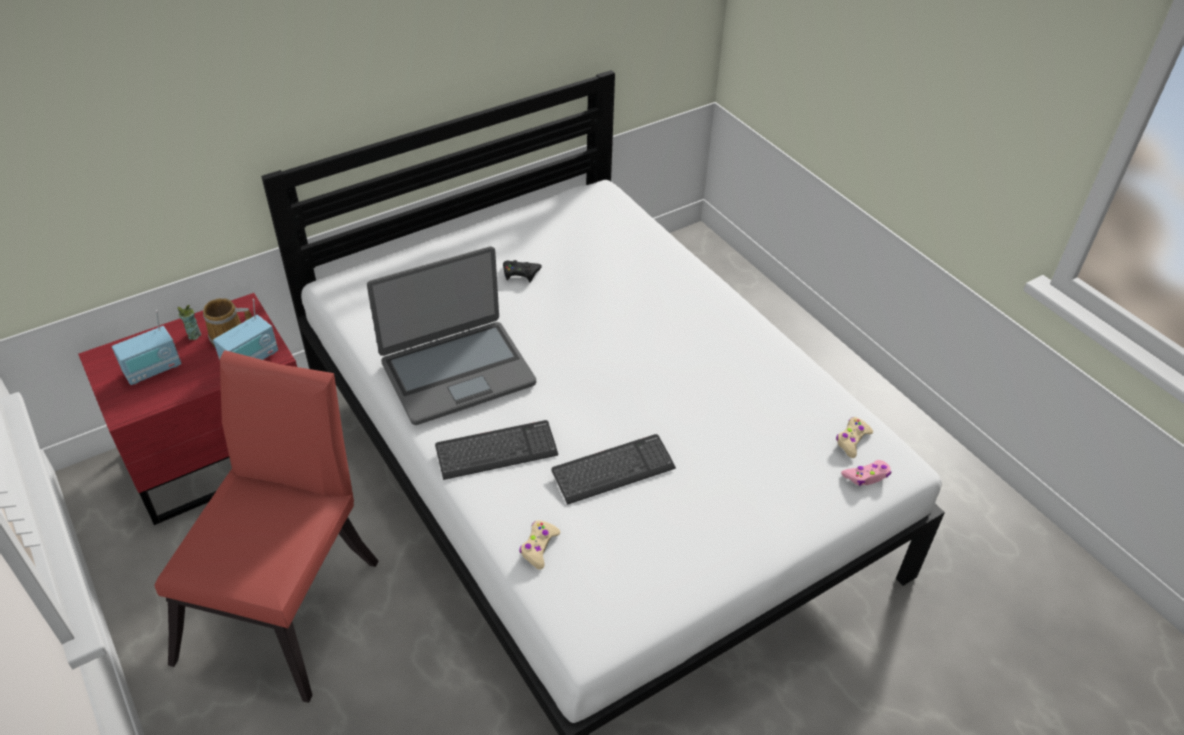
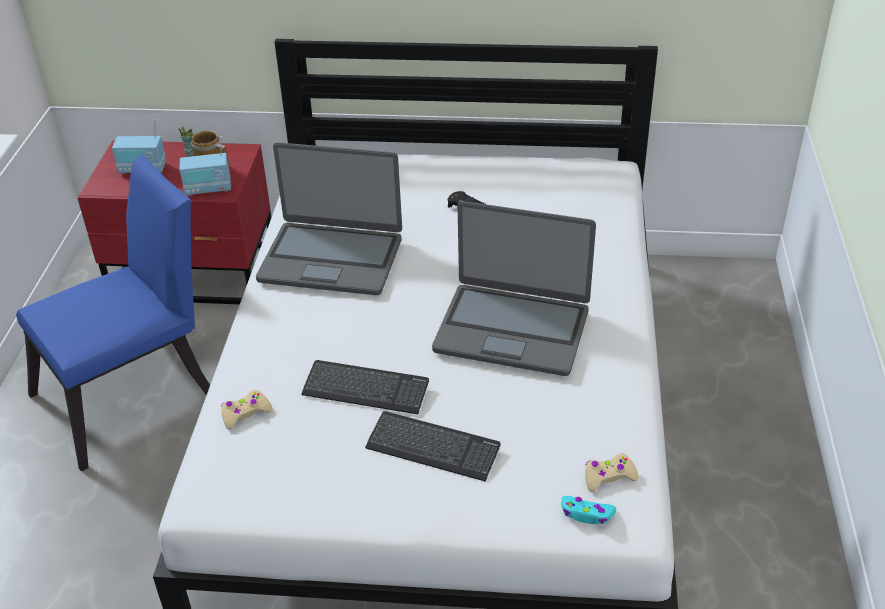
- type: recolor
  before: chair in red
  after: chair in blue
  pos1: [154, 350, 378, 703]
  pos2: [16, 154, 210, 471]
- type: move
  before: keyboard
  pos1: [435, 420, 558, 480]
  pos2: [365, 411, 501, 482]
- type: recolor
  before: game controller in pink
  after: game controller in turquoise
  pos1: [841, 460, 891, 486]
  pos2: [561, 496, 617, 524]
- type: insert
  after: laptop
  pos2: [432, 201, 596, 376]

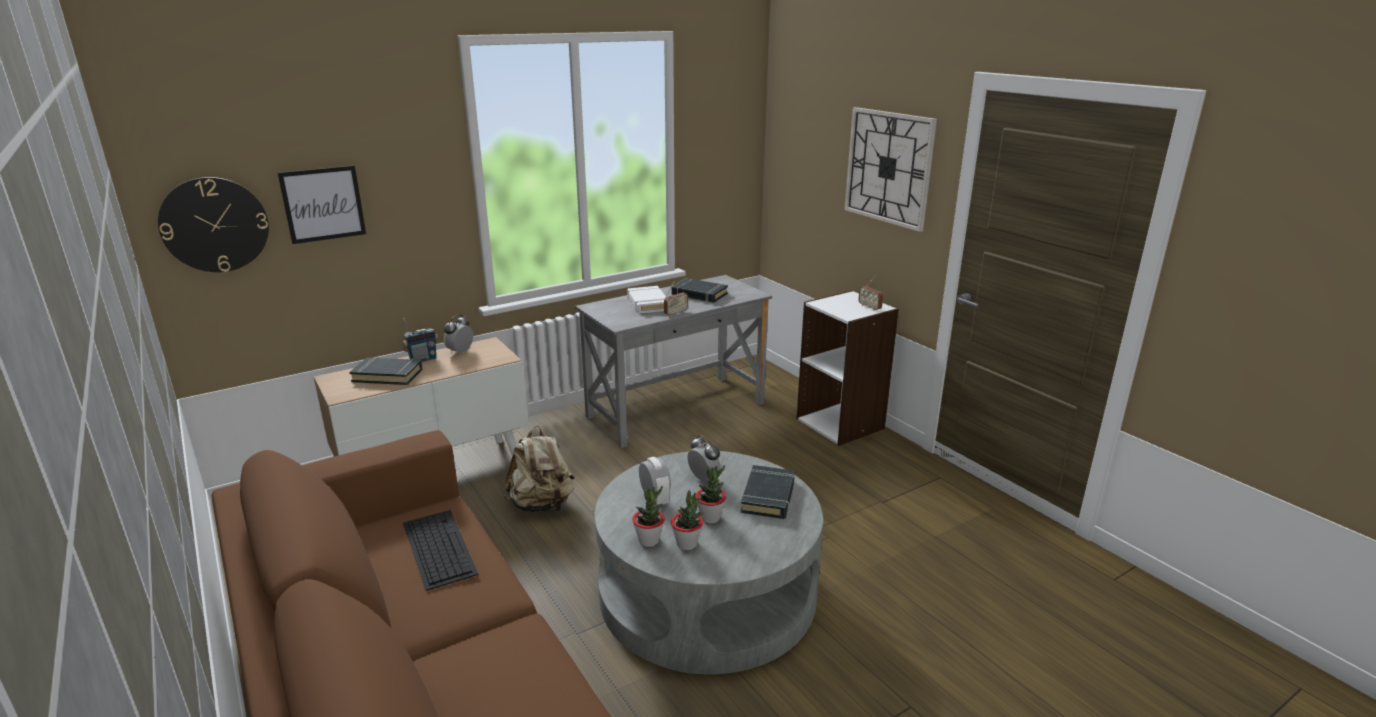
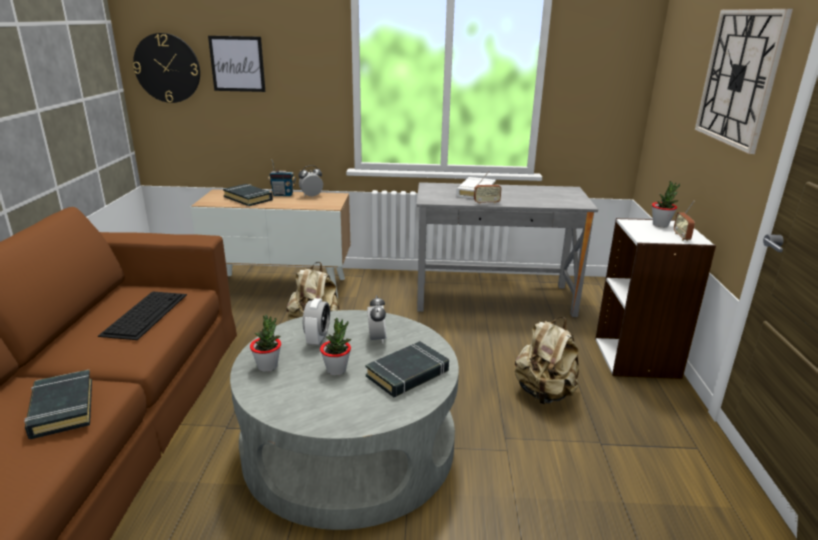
- type: move
  before: book in black
  pos1: [672, 278, 728, 303]
  pos2: [24, 370, 92, 439]
- type: move
  before: potted plant
  pos1: [671, 490, 704, 550]
  pos2: [652, 181, 680, 227]
- type: insert
  after: backpack in beige
  pos2: [515, 317, 579, 404]

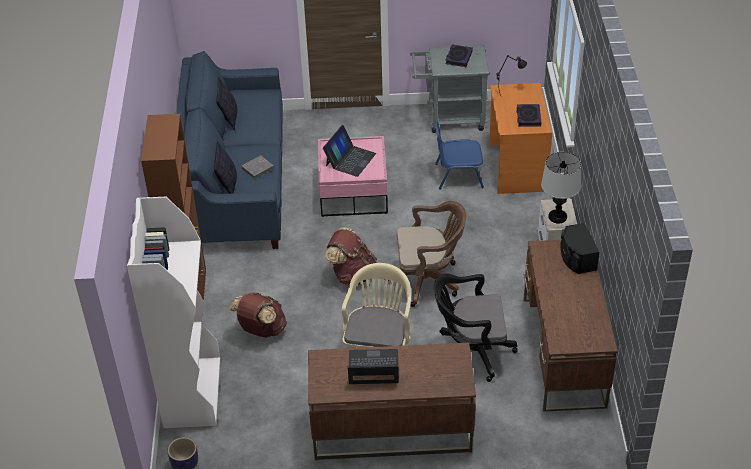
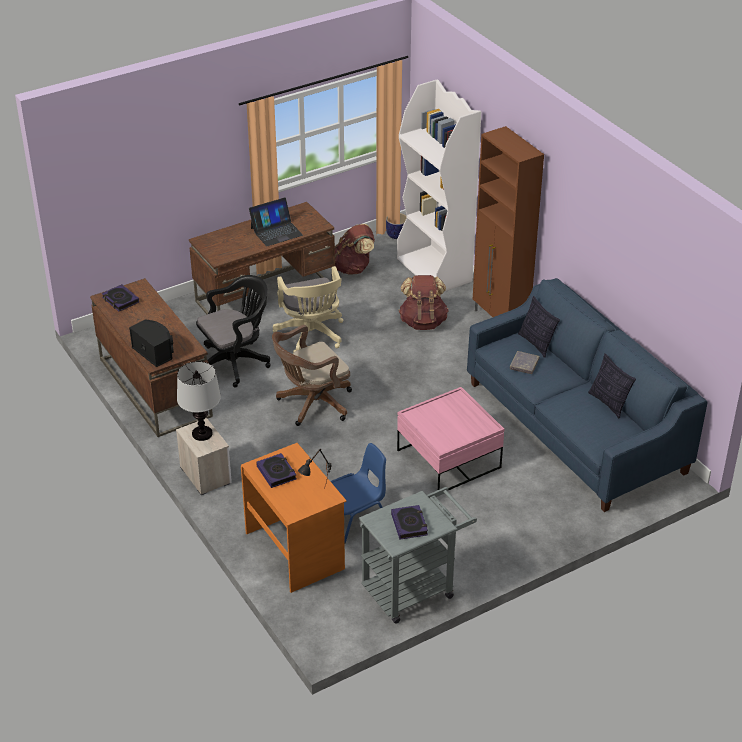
- type: delete
  before: laptop
  pos1: [323, 125, 376, 177]
- type: move
  before: backpack in brown
  pos1: [325, 228, 377, 285]
  pos2: [335, 224, 375, 274]
- type: insert
  after: book
  pos2: [102, 284, 139, 311]

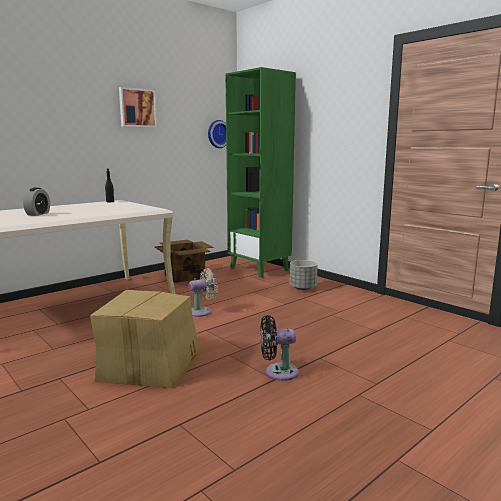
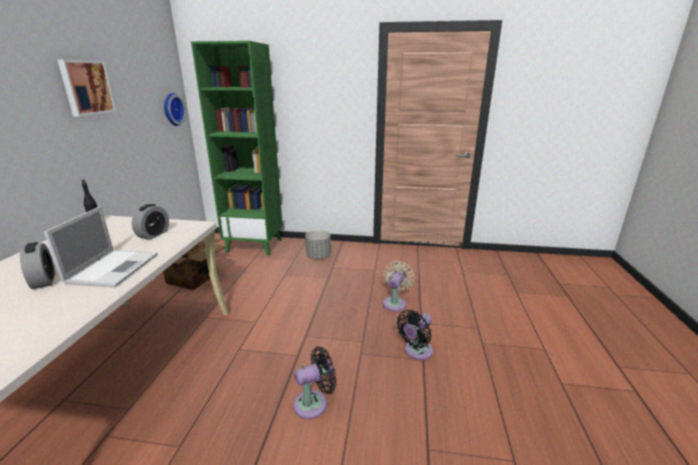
- type: move
  before: fan in beige
  pos1: [189, 268, 218, 317]
  pos2: [383, 261, 415, 311]
- type: replace
  before: cardboard box
  after: fan in black
  pos1: [90, 290, 201, 388]
  pos2: [293, 347, 336, 419]
- type: insert
  after: alarm clock
  pos2: [132, 204, 169, 240]
- type: insert
  after: laptop
  pos2: [44, 206, 157, 287]

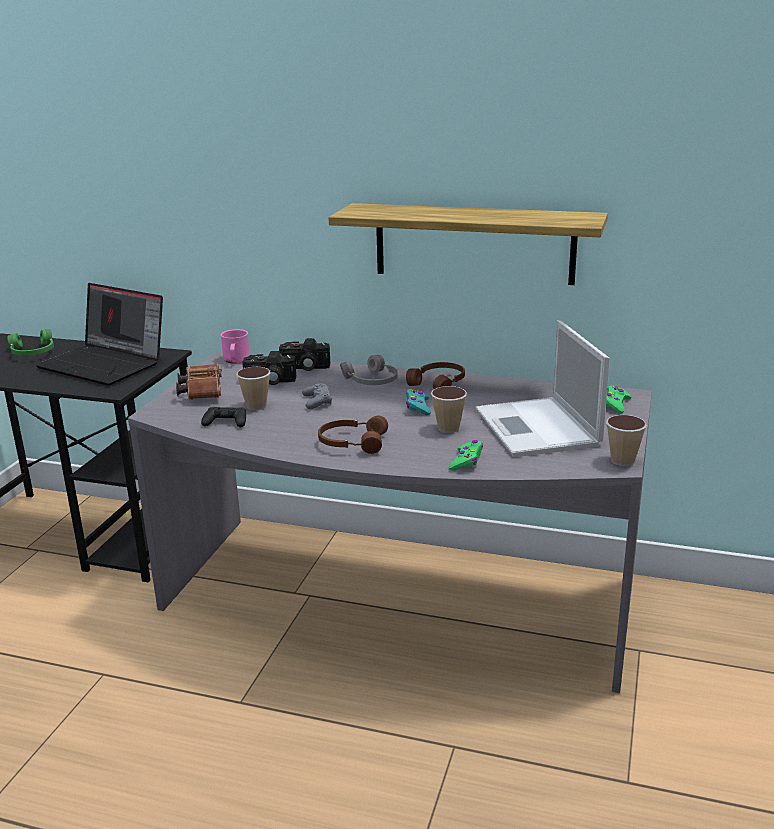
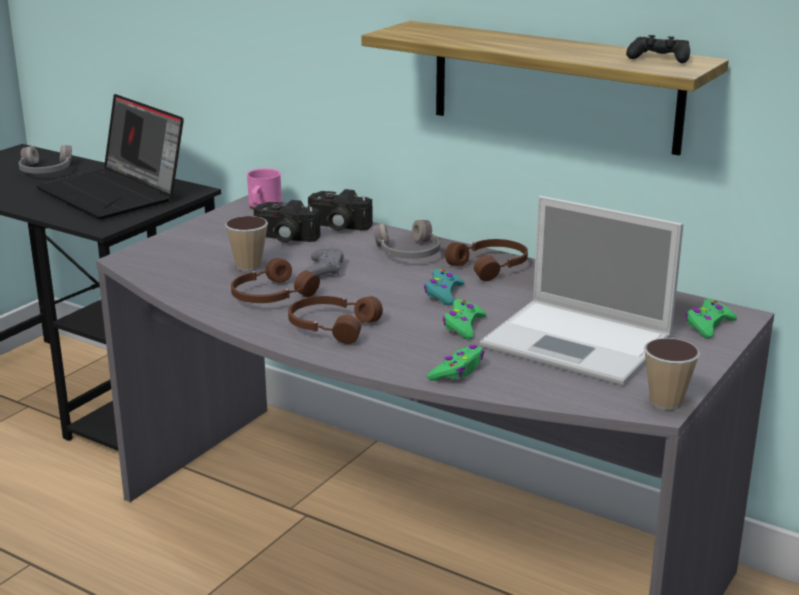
- type: rotate
  before: laptop
  pos1: [475, 320, 610, 457]
  pos2: [480, 196, 683, 386]
  turn: -60
- type: recolor
  before: headphones in green
  after: headphones in grey
  pos1: [7, 329, 54, 356]
  pos2: [19, 145, 72, 174]
- type: delete
  before: binoculars in brown
  pos1: [176, 364, 222, 400]
- type: replace
  before: cup
  after: game controller in green
  pos1: [431, 386, 467, 433]
  pos2: [443, 299, 486, 339]
- type: move
  before: game controller in black
  pos1: [201, 407, 246, 427]
  pos2: [626, 35, 690, 63]
- type: insert
  after: headphones in brown
  pos2: [231, 258, 320, 303]

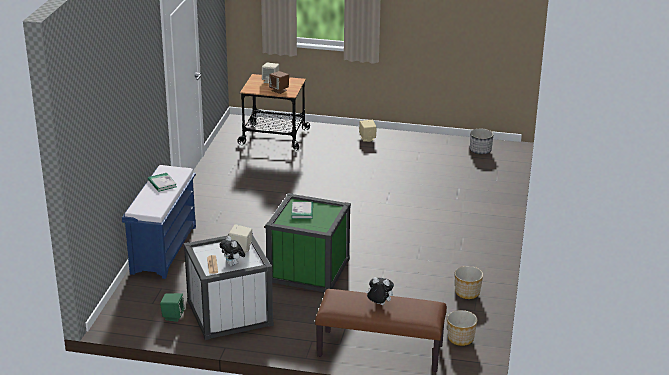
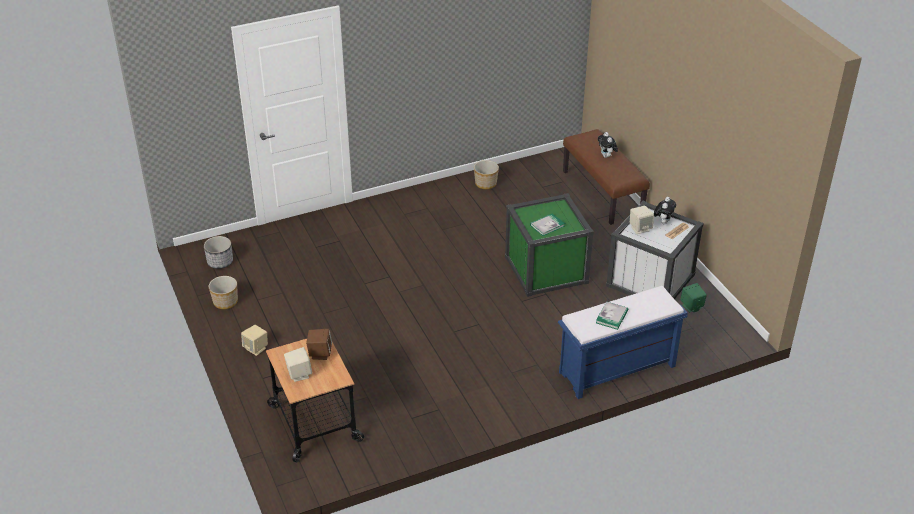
- type: move
  before: planter
  pos1: [447, 310, 477, 346]
  pos2: [209, 276, 238, 309]

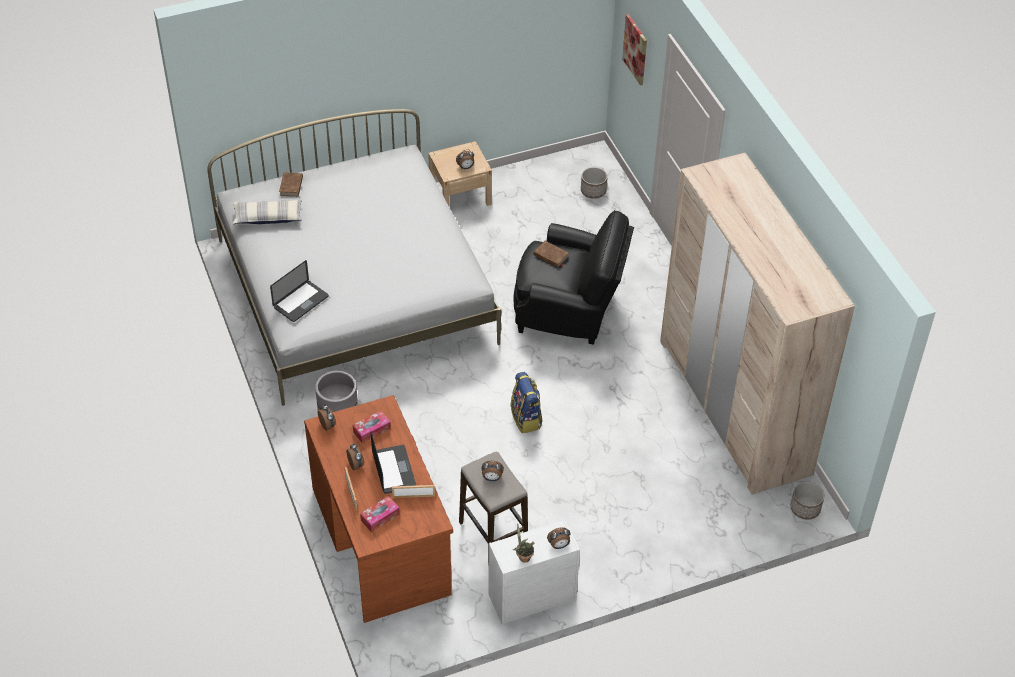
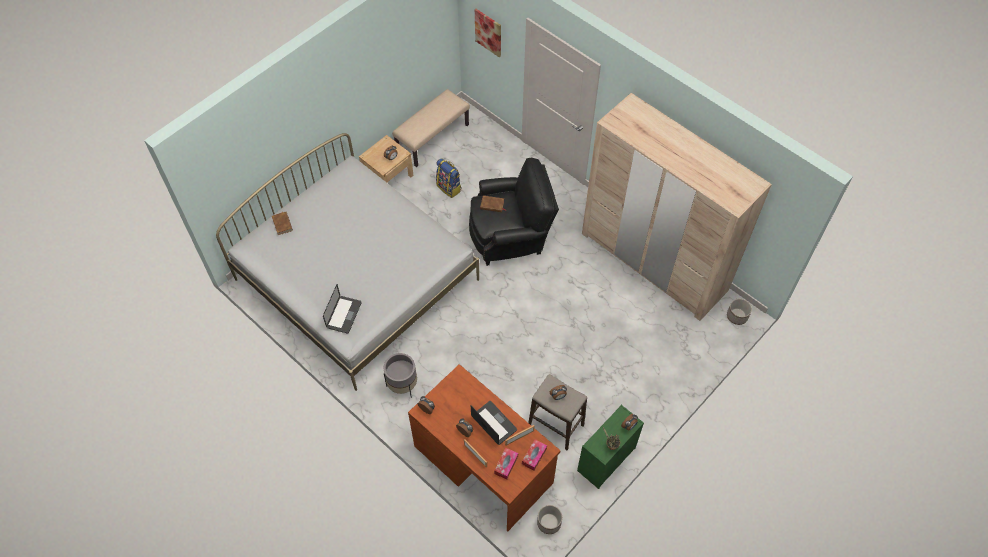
- type: move
  before: planter
  pos1: [581, 167, 608, 199]
  pos2: [537, 505, 562, 534]
- type: delete
  before: pillow
  pos1: [232, 199, 302, 224]
- type: move
  before: backpack
  pos1: [511, 372, 542, 433]
  pos2: [436, 158, 461, 198]
- type: move
  before: tissue box
  pos1: [353, 411, 391, 443]
  pos2: [522, 439, 547, 471]
- type: recolor
  before: dresser in white
  after: dresser in green
  pos1: [488, 519, 580, 625]
  pos2: [577, 405, 644, 489]
- type: insert
  after: bench in beige
  pos2: [392, 89, 470, 167]

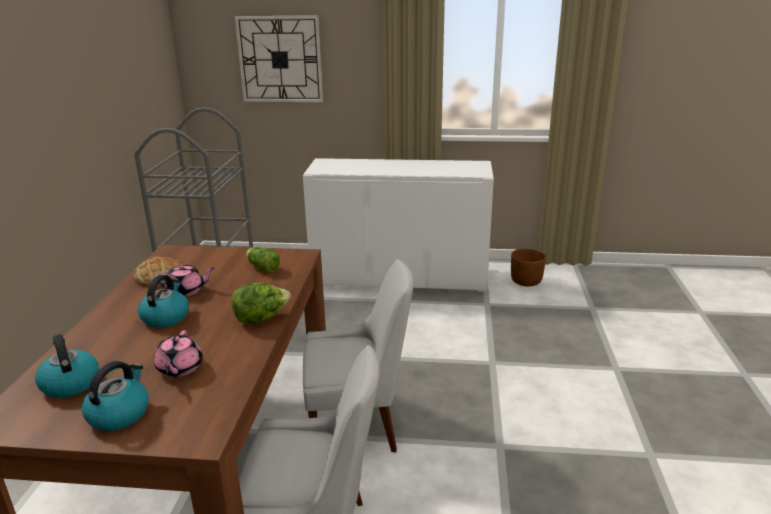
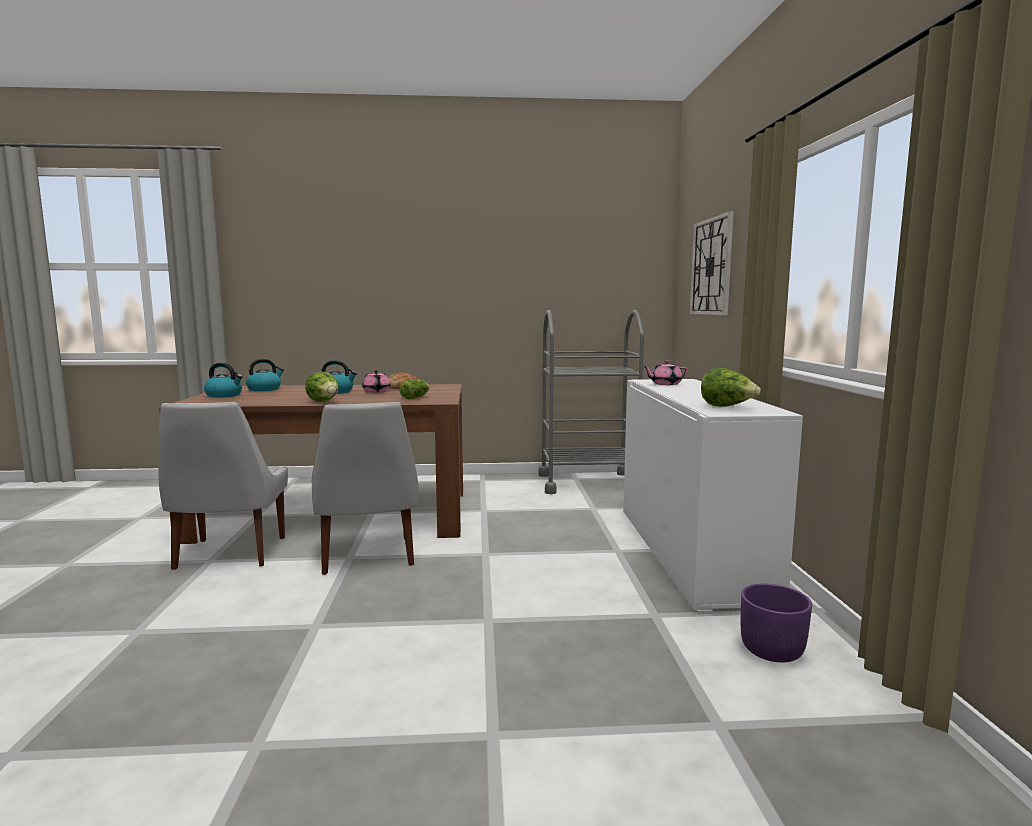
- type: recolor
  before: planter in brown
  after: planter in purple
  pos1: [511, 248, 546, 287]
  pos2: [741, 583, 812, 662]
- type: move
  before: teapot in pink
  pos1: [154, 330, 203, 377]
  pos2: [643, 360, 688, 385]
- type: insert
  after: lettuce
  pos2: [701, 368, 761, 407]

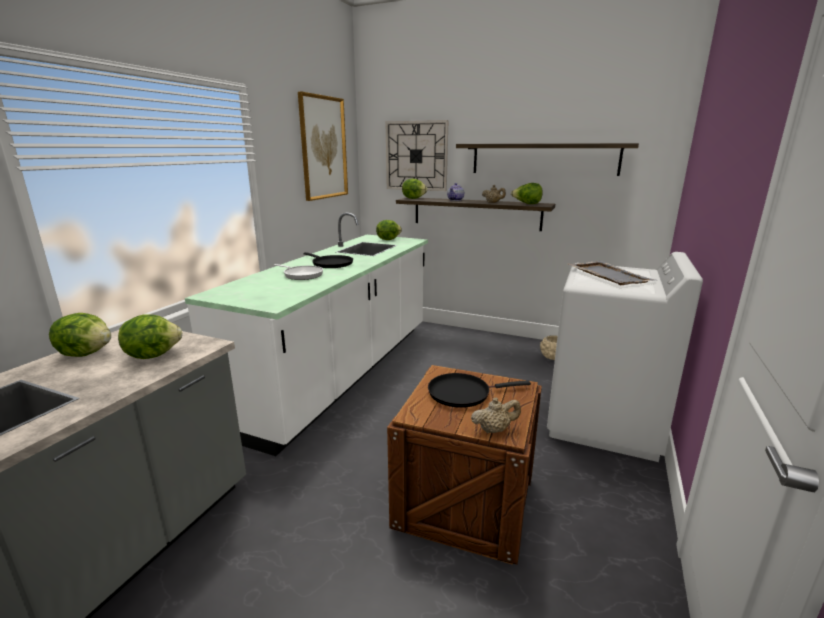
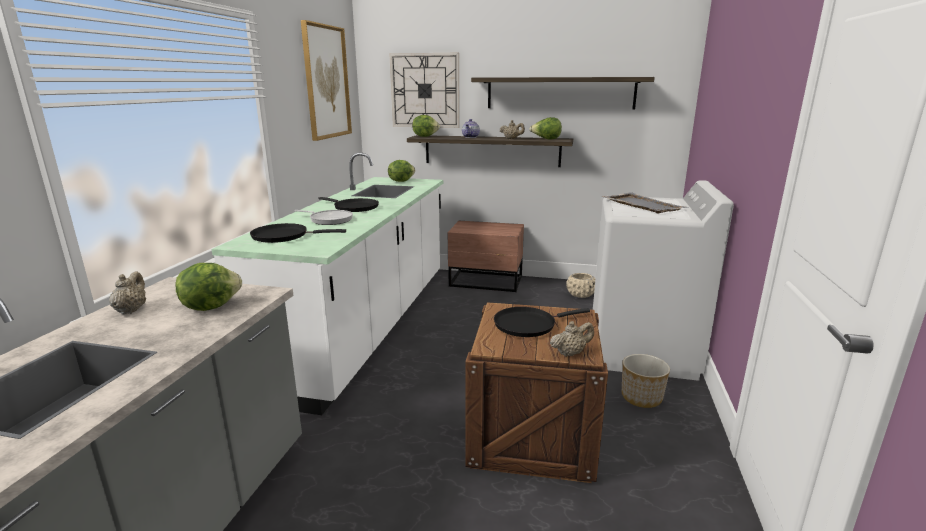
- type: replace
  before: lettuce
  after: teapot in beige
  pos1: [49, 313, 111, 357]
  pos2: [109, 272, 146, 314]
- type: insert
  after: nightstand in brown
  pos2: [448, 221, 524, 292]
- type: insert
  after: frying pan in black
  pos2: [250, 223, 346, 243]
- type: insert
  after: planter
  pos2: [622, 354, 670, 408]

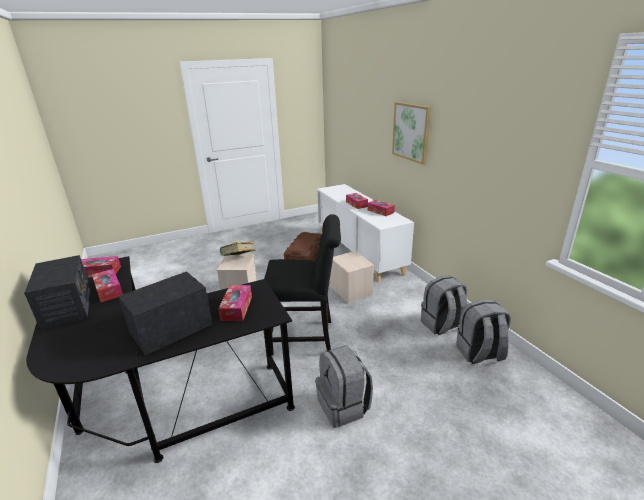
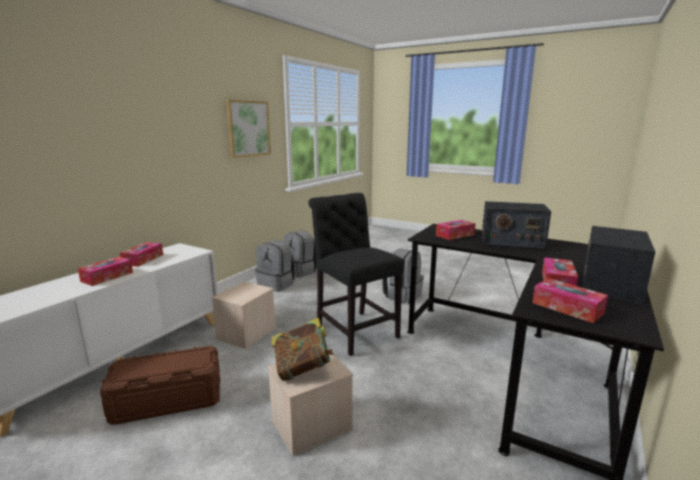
- type: move
  before: picture
  pos1: [392, 102, 431, 165]
  pos2: [226, 100, 271, 158]

